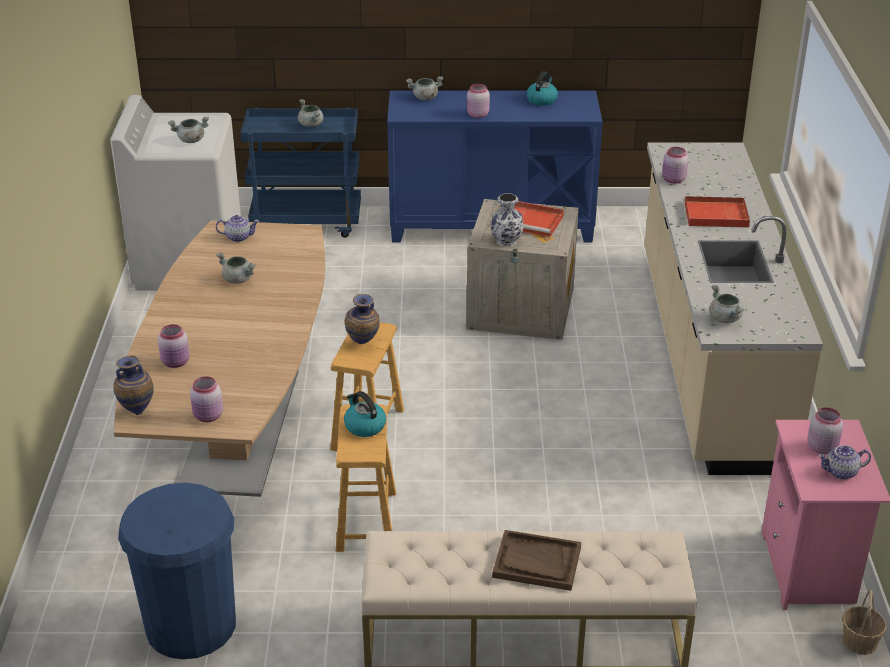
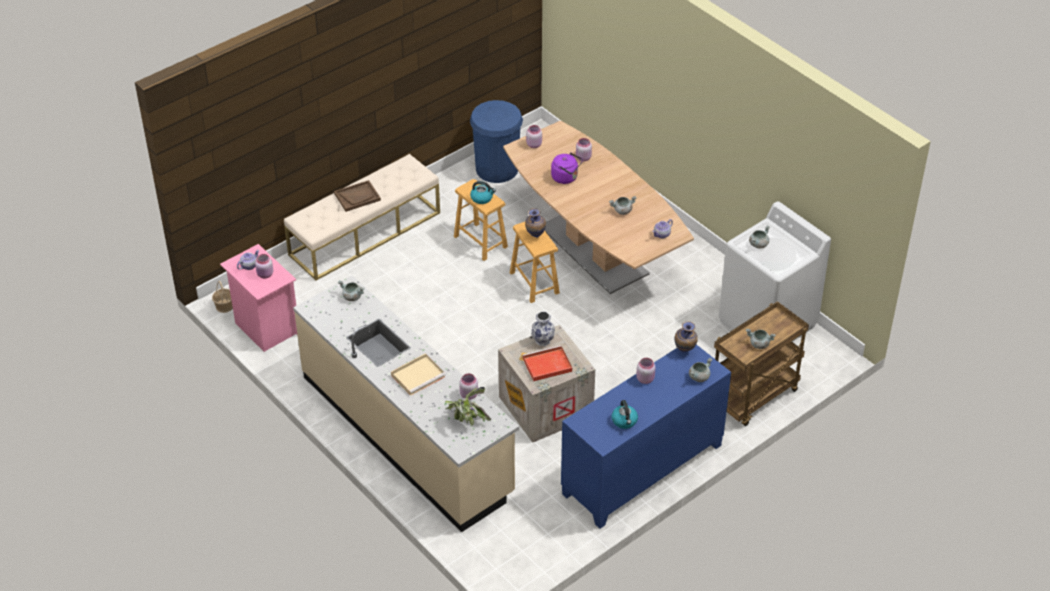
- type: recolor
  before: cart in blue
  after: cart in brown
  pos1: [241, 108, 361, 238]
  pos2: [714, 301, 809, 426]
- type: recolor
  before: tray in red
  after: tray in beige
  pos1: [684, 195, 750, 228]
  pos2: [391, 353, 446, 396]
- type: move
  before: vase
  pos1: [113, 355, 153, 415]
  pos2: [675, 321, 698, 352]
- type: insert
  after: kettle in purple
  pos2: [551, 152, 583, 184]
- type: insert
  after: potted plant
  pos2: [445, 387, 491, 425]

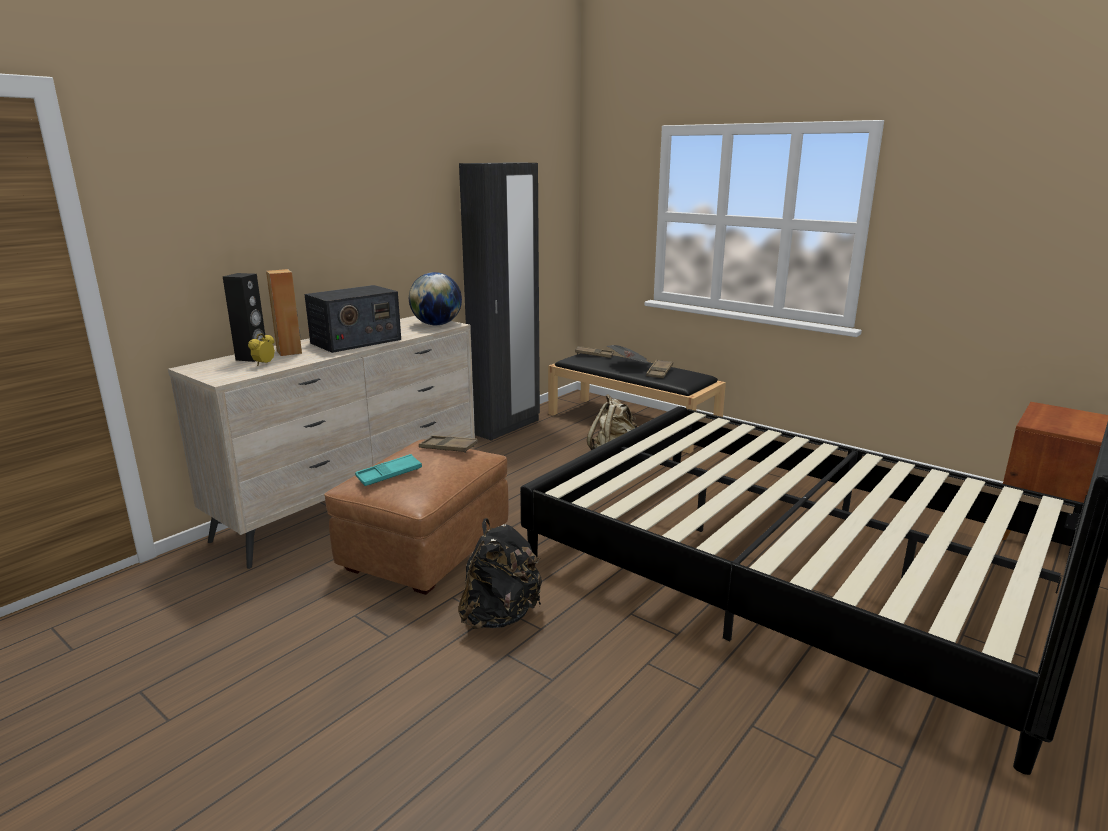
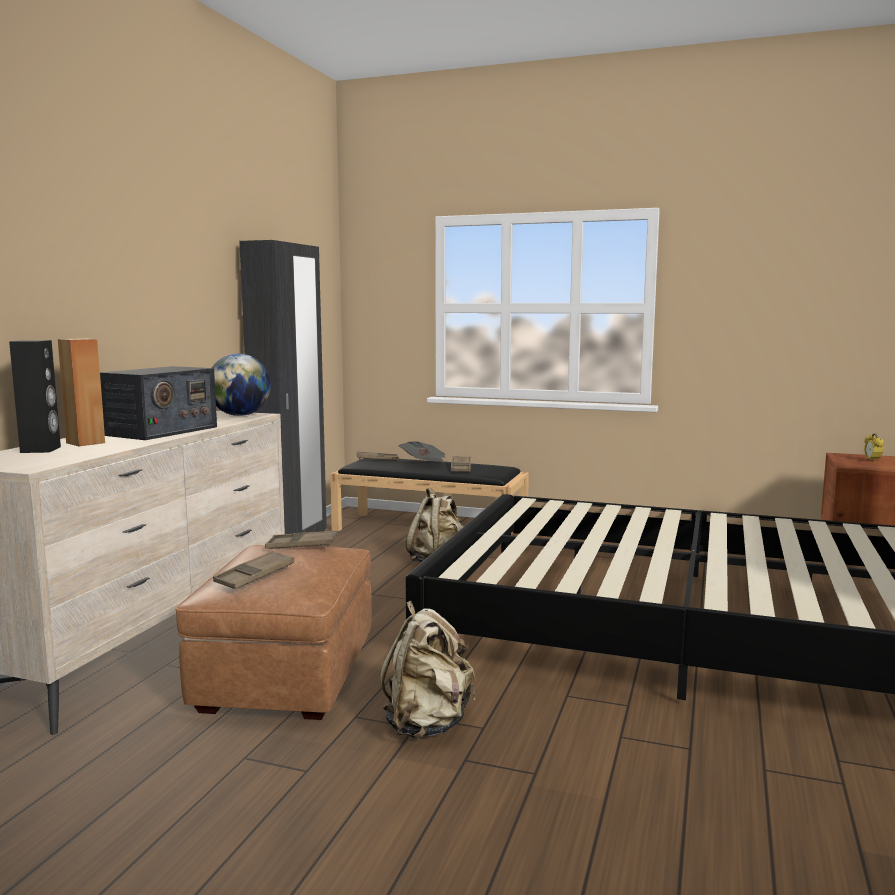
- type: move
  before: alarm clock
  pos1: [248, 333, 275, 366]
  pos2: [864, 433, 884, 462]
- type: recolor
  before: tray in turquoise
  after: tray in brown
  pos1: [355, 454, 422, 486]
  pos2: [213, 551, 294, 589]
- type: recolor
  before: backpack in black
  after: backpack in beige
  pos1: [458, 518, 542, 629]
  pos2: [380, 601, 476, 739]

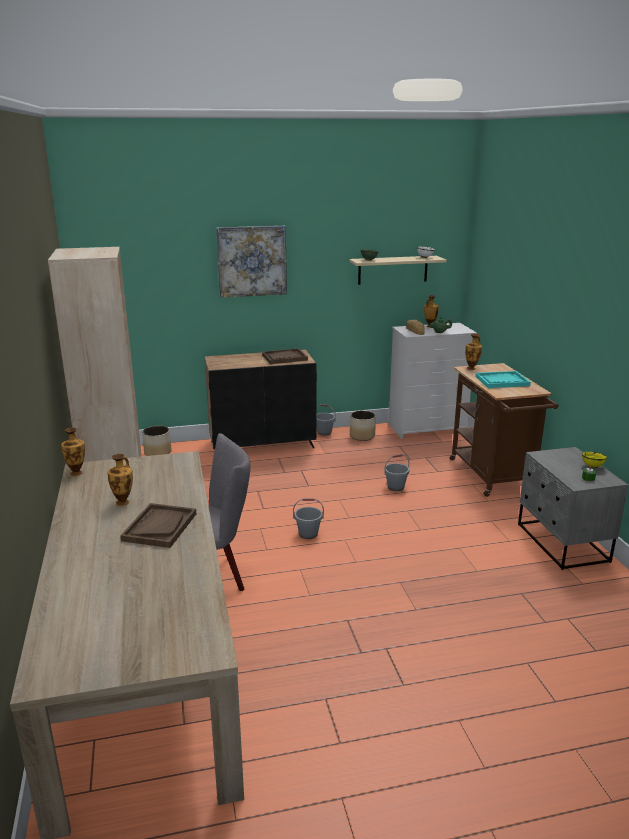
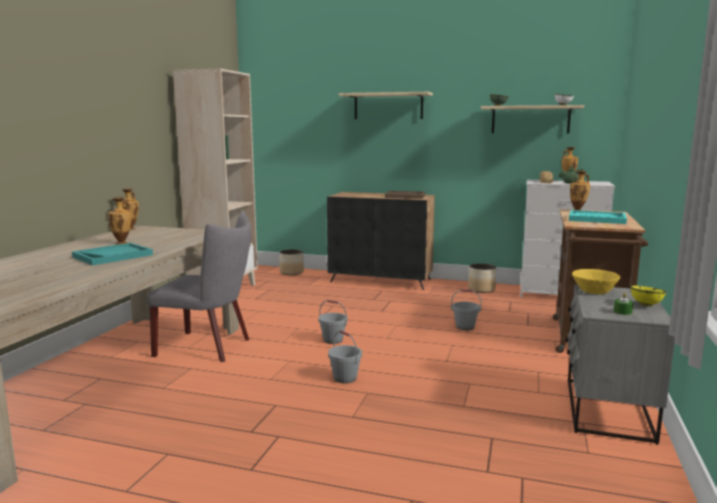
- type: replace
  before: picture
  after: shelf in beige
  pos1: [216, 226, 287, 298]
  pos2: [339, 92, 433, 119]
- type: move
  before: bucket in grey
  pos1: [316, 404, 336, 436]
  pos2: [328, 330, 362, 383]
- type: recolor
  before: tray in brown
  after: tray in turquoise
  pos1: [120, 503, 196, 548]
  pos2: [72, 243, 153, 265]
- type: insert
  after: bowl in yellow
  pos2: [572, 269, 621, 295]

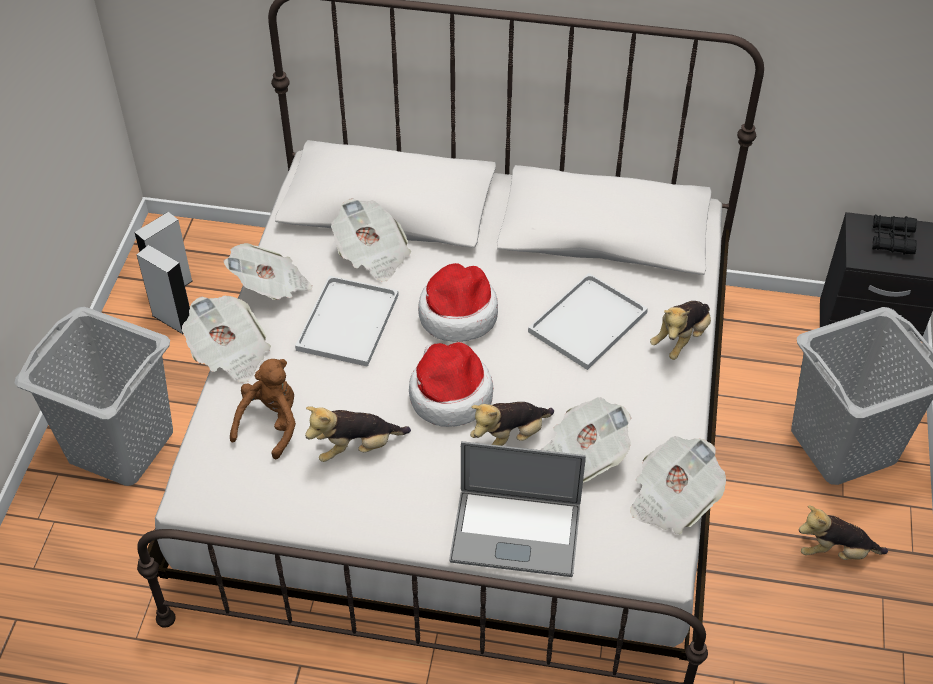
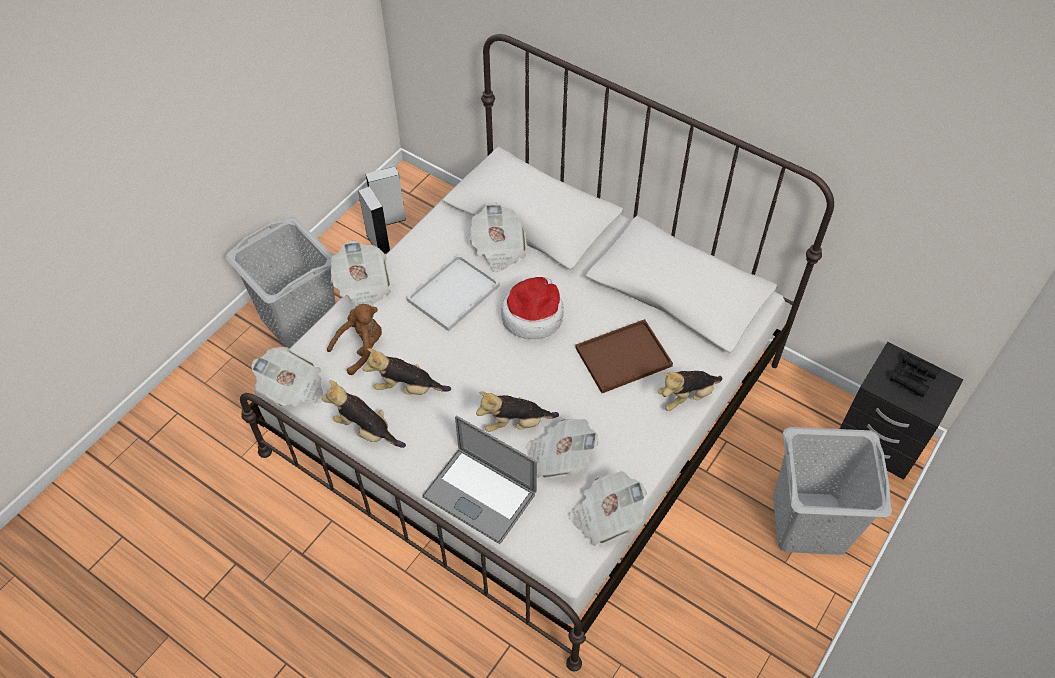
- type: move
  before: newspaper
  pos1: [224, 243, 313, 300]
  pos2: [251, 347, 323, 407]
- type: recolor
  before: tray in white
  after: tray in brown
  pos1: [528, 273, 648, 370]
  pos2: [575, 319, 673, 393]
- type: delete
  before: hat
  pos1: [409, 342, 493, 427]
- type: move
  before: plush toy
  pos1: [799, 506, 888, 560]
  pos2: [321, 380, 406, 448]

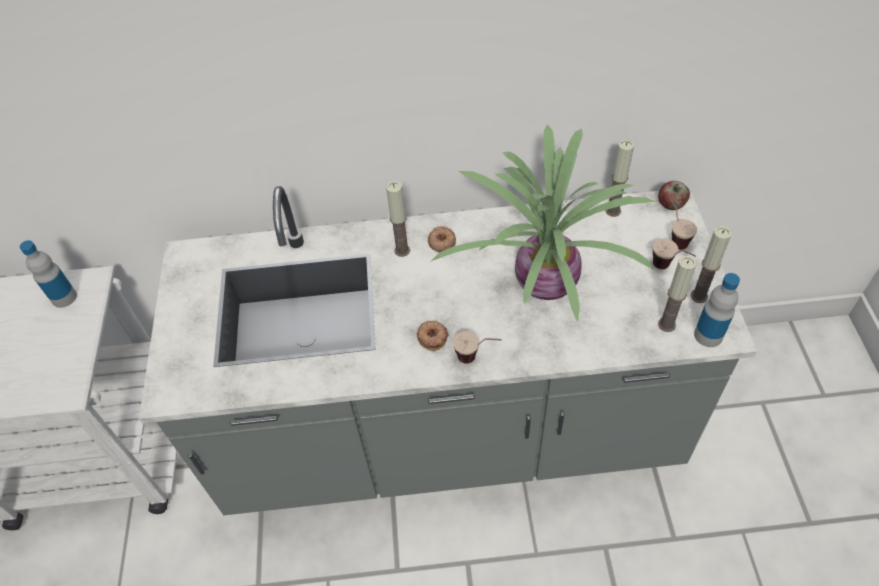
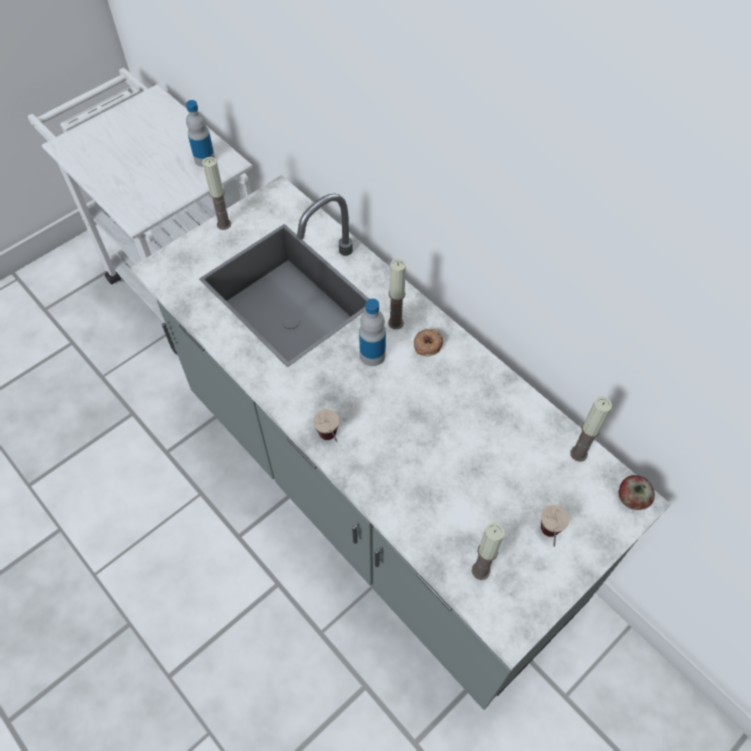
- type: delete
  before: potted plant
  pos1: [430, 124, 656, 322]
- type: delete
  before: cup
  pos1: [668, 196, 697, 250]
- type: move
  before: candle
  pos1: [691, 226, 732, 303]
  pos2: [202, 157, 231, 230]
- type: move
  before: bottle
  pos1: [694, 273, 740, 347]
  pos2: [359, 299, 386, 366]
- type: delete
  before: donut
  pos1: [417, 321, 448, 351]

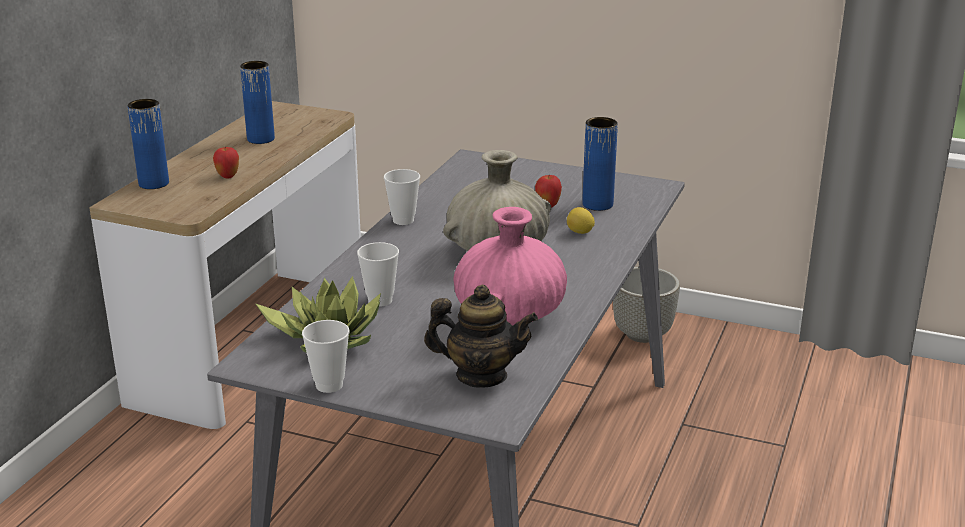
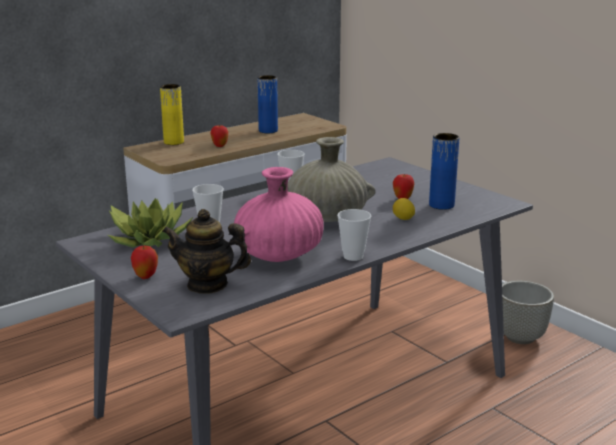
- type: recolor
  before: vase in blue
  after: vase in yellow
  pos1: [127, 99, 169, 189]
  pos2: [160, 84, 184, 145]
- type: rotate
  before: teapot
  pos1: [424, 284, 538, 388]
  pos2: [162, 209, 251, 294]
  turn: 150
- type: move
  before: cup
  pos1: [302, 320, 350, 393]
  pos2: [337, 209, 371, 261]
- type: insert
  after: apple
  pos2: [131, 246, 158, 279]

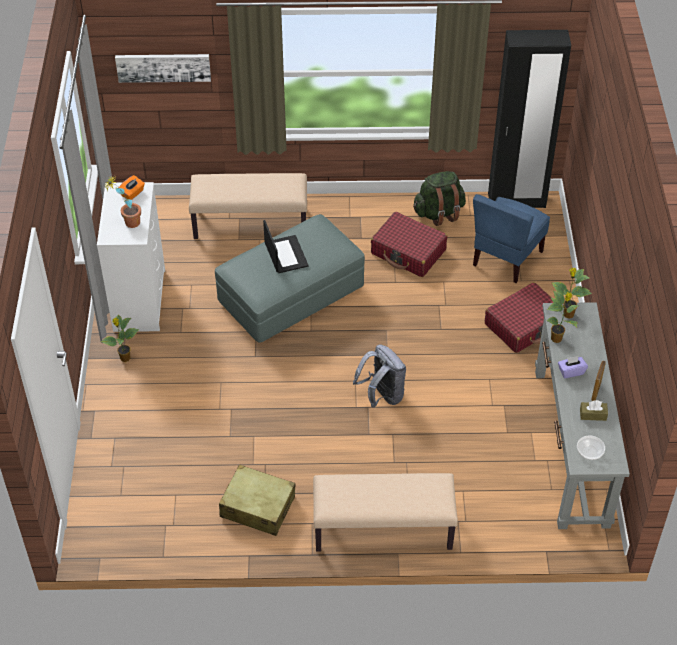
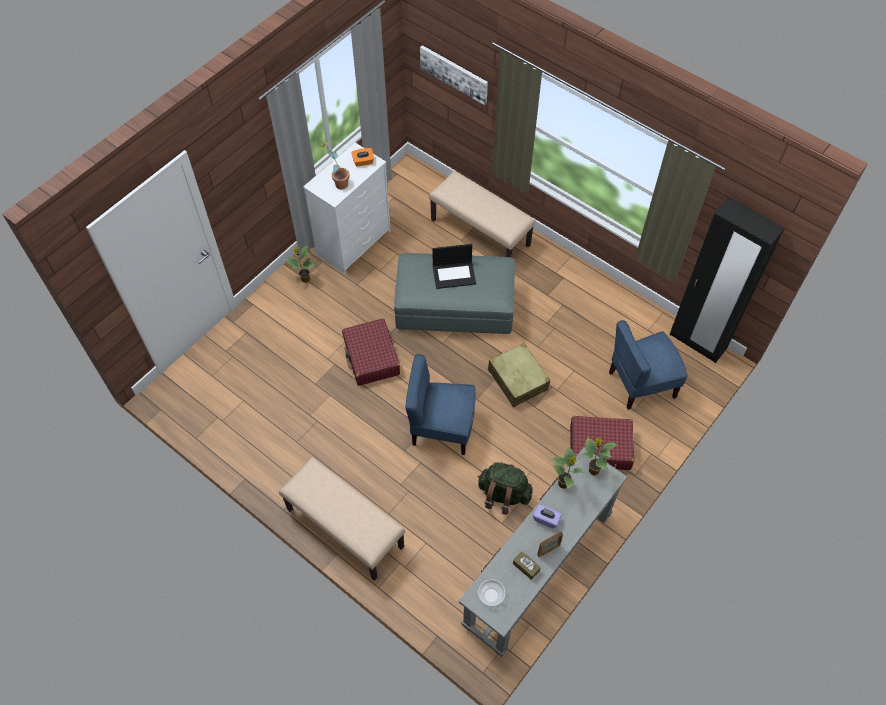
- type: move
  before: backpack in green
  pos1: [413, 171, 466, 226]
  pos2: [478, 462, 533, 515]
- type: move
  before: suitcase in red
  pos1: [371, 212, 447, 277]
  pos2: [342, 319, 400, 386]
- type: rotate
  before: laptop
  pos1: [263, 220, 309, 273]
  pos2: [432, 244, 476, 289]
  turn: 60
- type: replace
  before: backpack in grey
  after: chair in blue
  pos1: [353, 344, 406, 408]
  pos2: [405, 354, 476, 455]
- type: move
  before: suitcase in beige
  pos1: [219, 464, 295, 536]
  pos2: [488, 343, 550, 407]

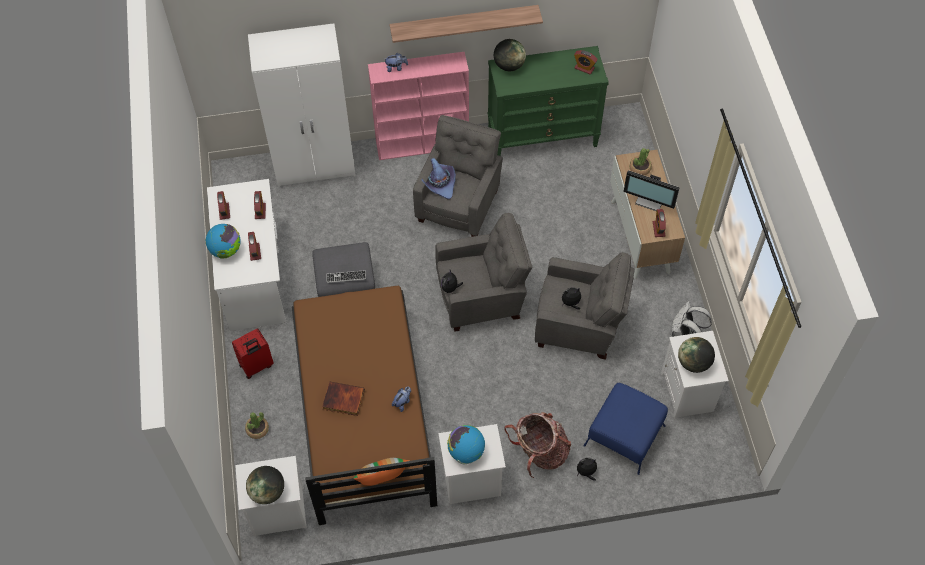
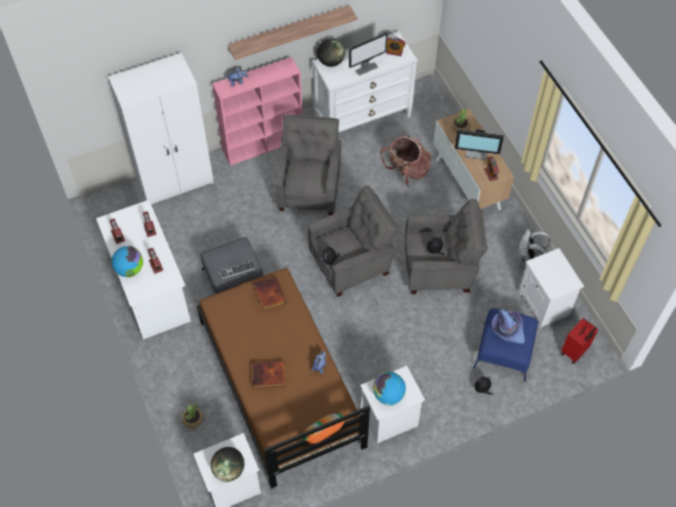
- type: recolor
  before: dresser in green
  after: dresser in white
  pos1: [488, 46, 609, 156]
  pos2: [312, 31, 418, 133]
- type: move
  before: hat in purple
  pos1: [421, 158, 456, 199]
  pos2: [491, 309, 525, 344]
- type: move
  before: suitcase in red
  pos1: [232, 328, 274, 379]
  pos2: [561, 318, 598, 364]
- type: delete
  before: globe
  pos1: [678, 337, 715, 373]
- type: move
  before: backpack
  pos1: [504, 412, 571, 478]
  pos2: [381, 135, 431, 187]
- type: insert
  after: monitor
  pos2: [349, 33, 388, 76]
- type: insert
  after: book
  pos2: [253, 276, 286, 311]

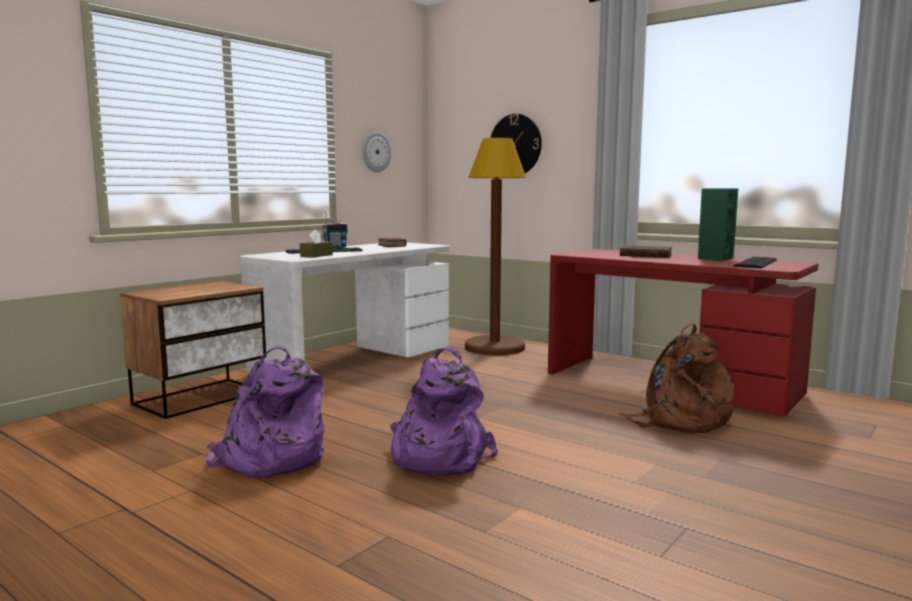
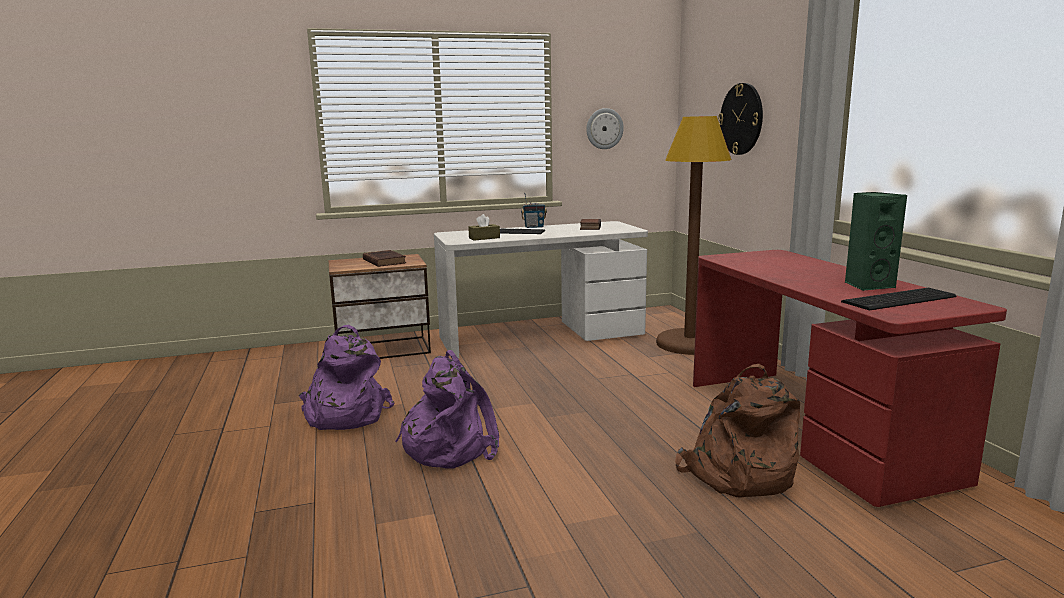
- type: move
  before: book in brown
  pos1: [620, 246, 672, 258]
  pos2: [363, 250, 406, 267]

